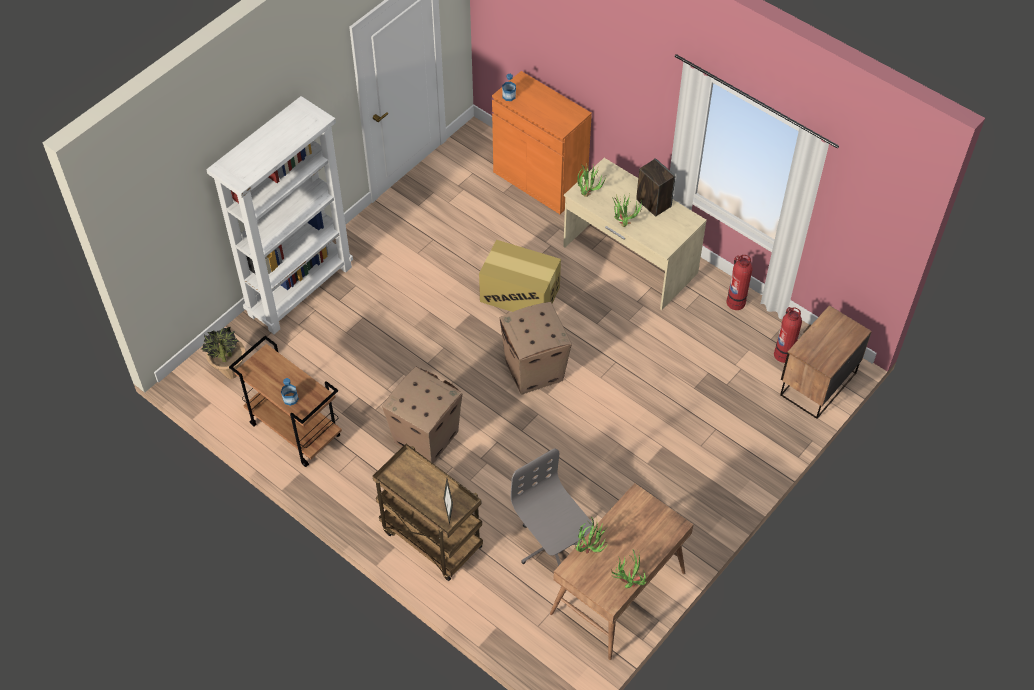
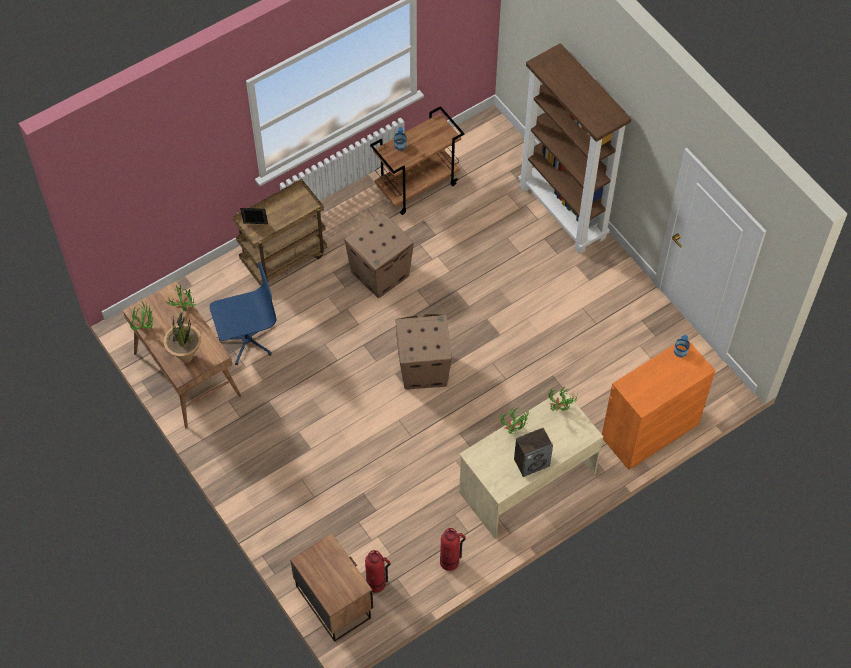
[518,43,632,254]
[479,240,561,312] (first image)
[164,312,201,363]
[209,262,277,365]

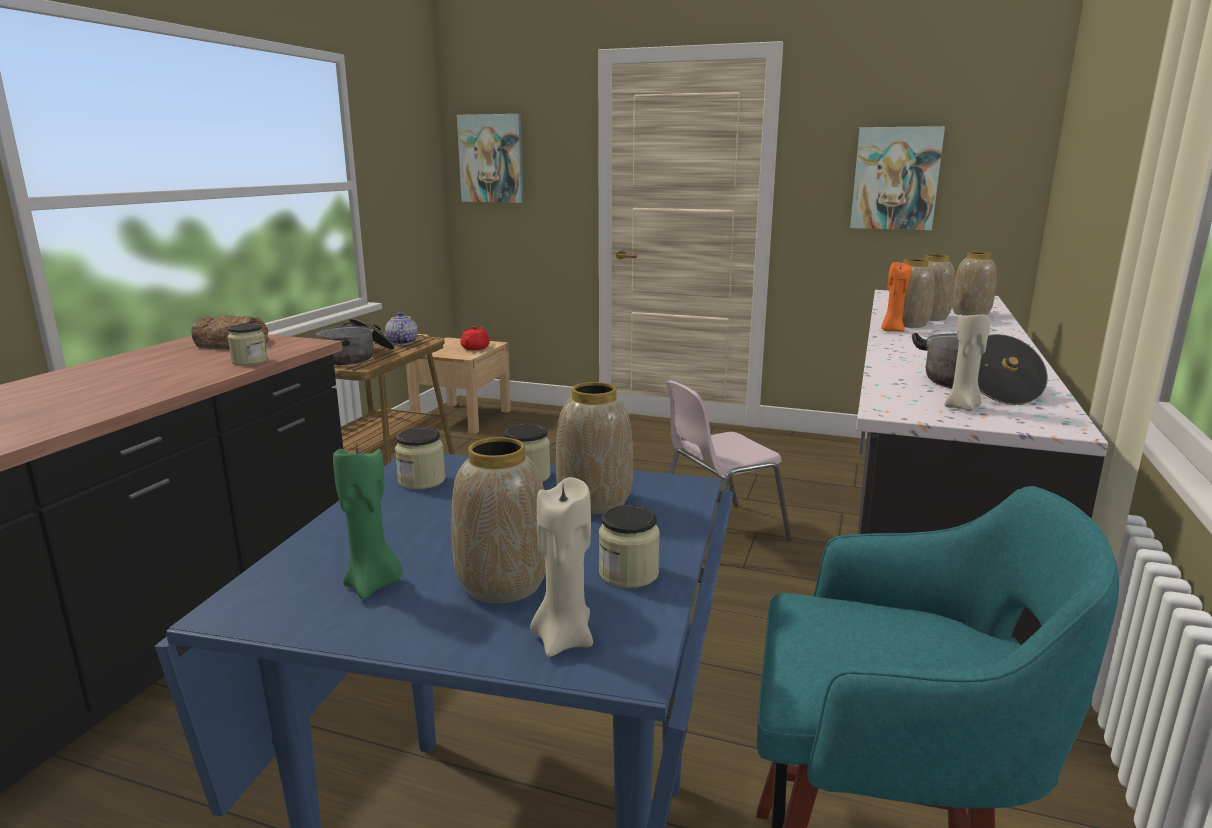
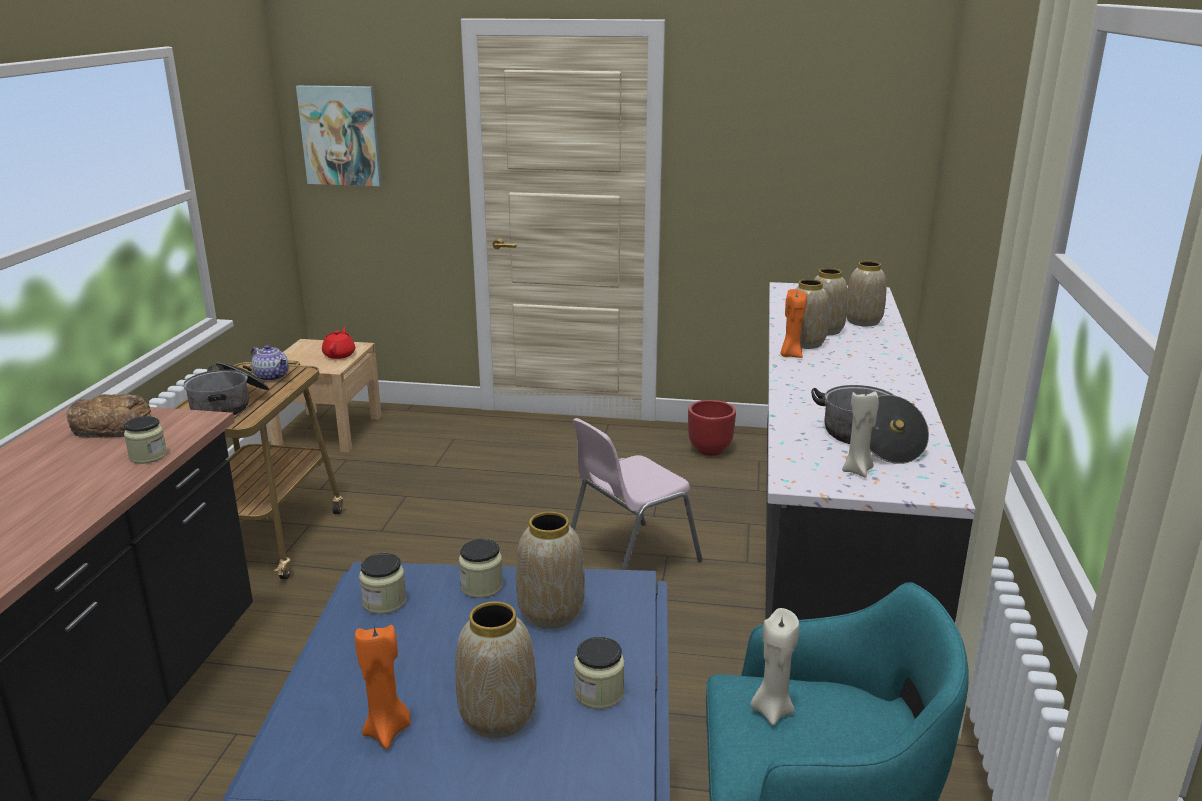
[850,126,945,230] (first image)
[251,345,289,381]
[355,625,410,749]
[750,608,799,725]
[688,400,736,456]

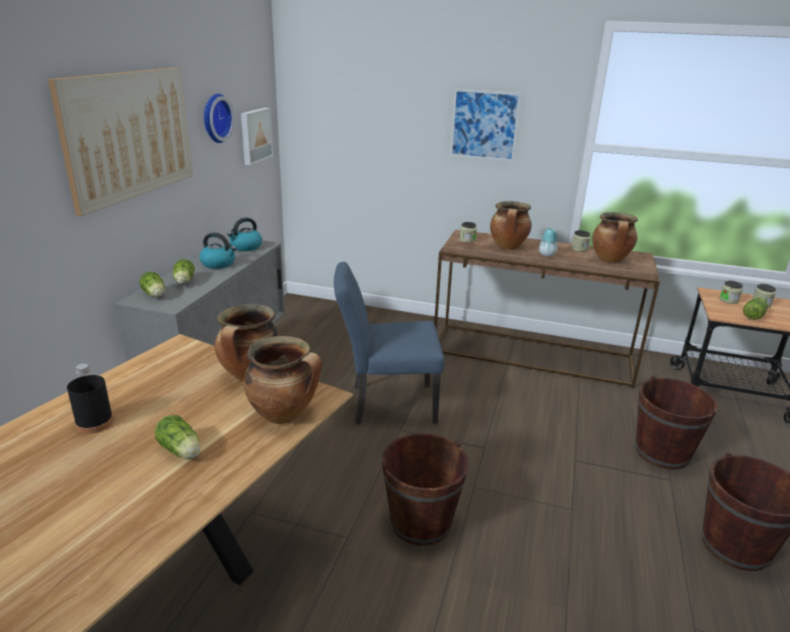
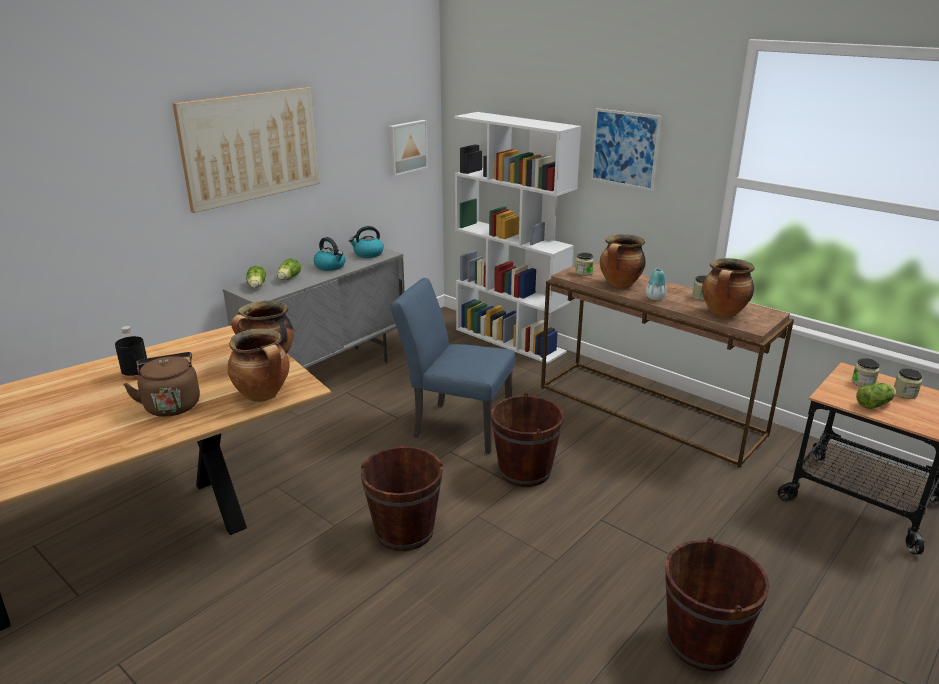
[204,94,234,143] (first image)
[491,393,564,487]
[123,352,200,417]
[454,112,581,364]

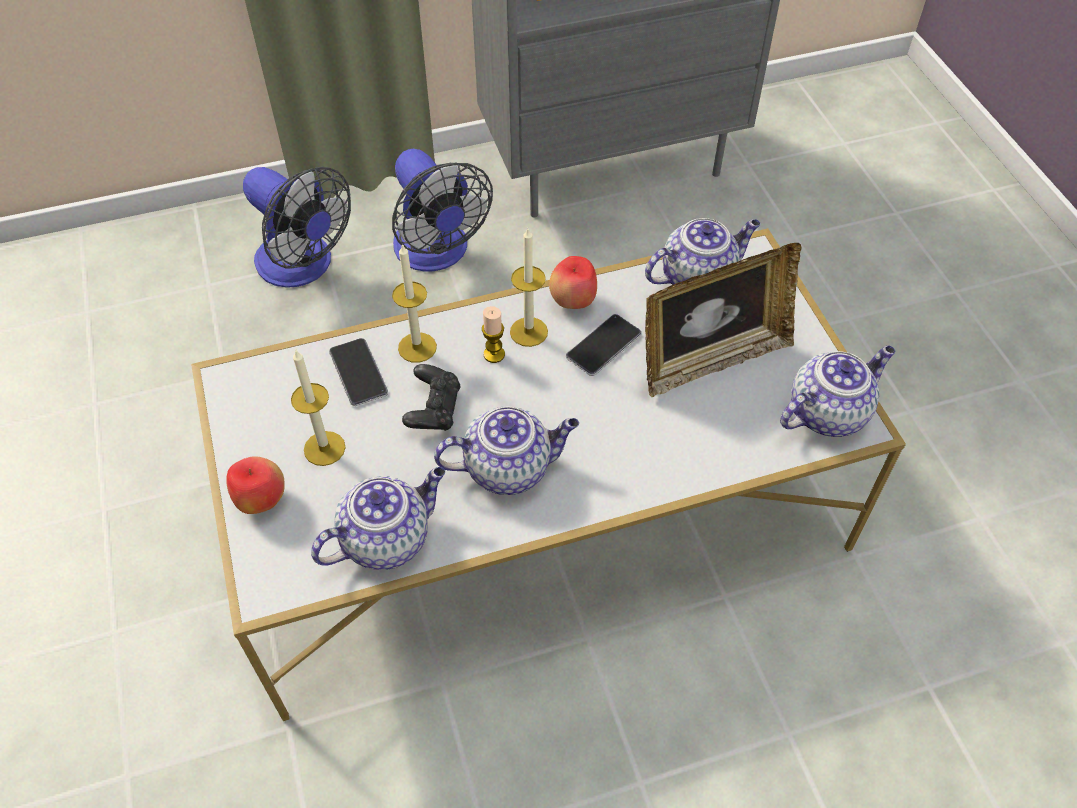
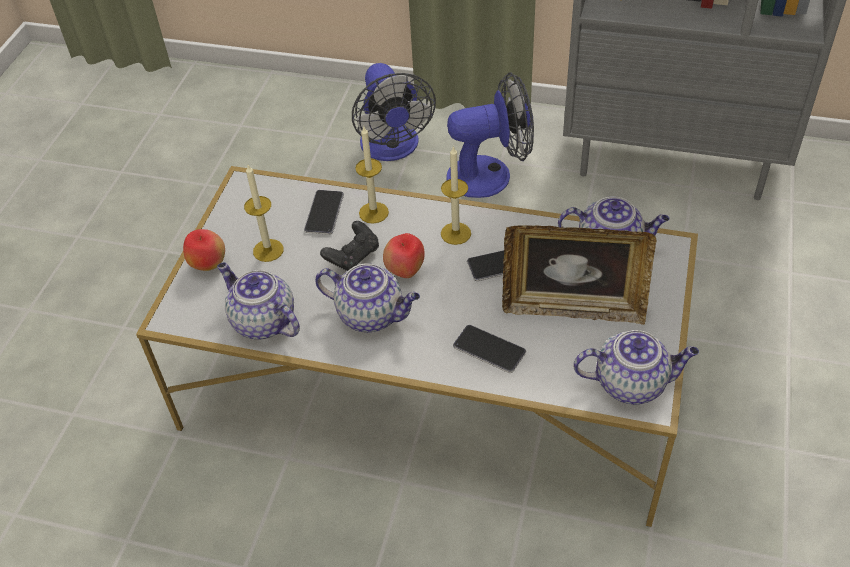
[447,72,534,198]
[383,233,425,278]
[482,306,505,363] (first image)
[217,262,300,340]
[453,325,526,373]

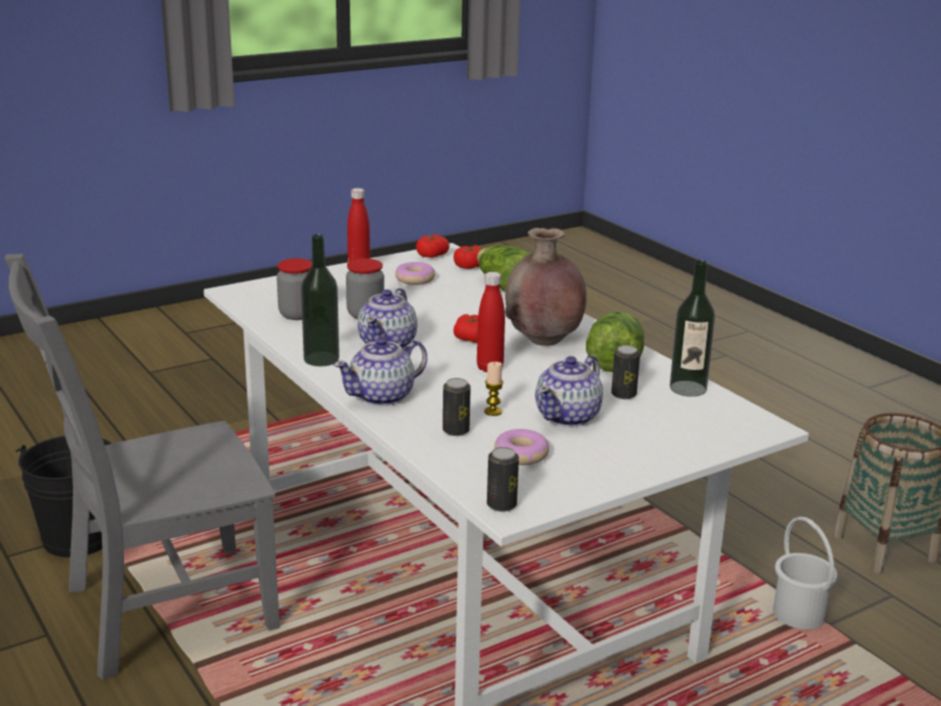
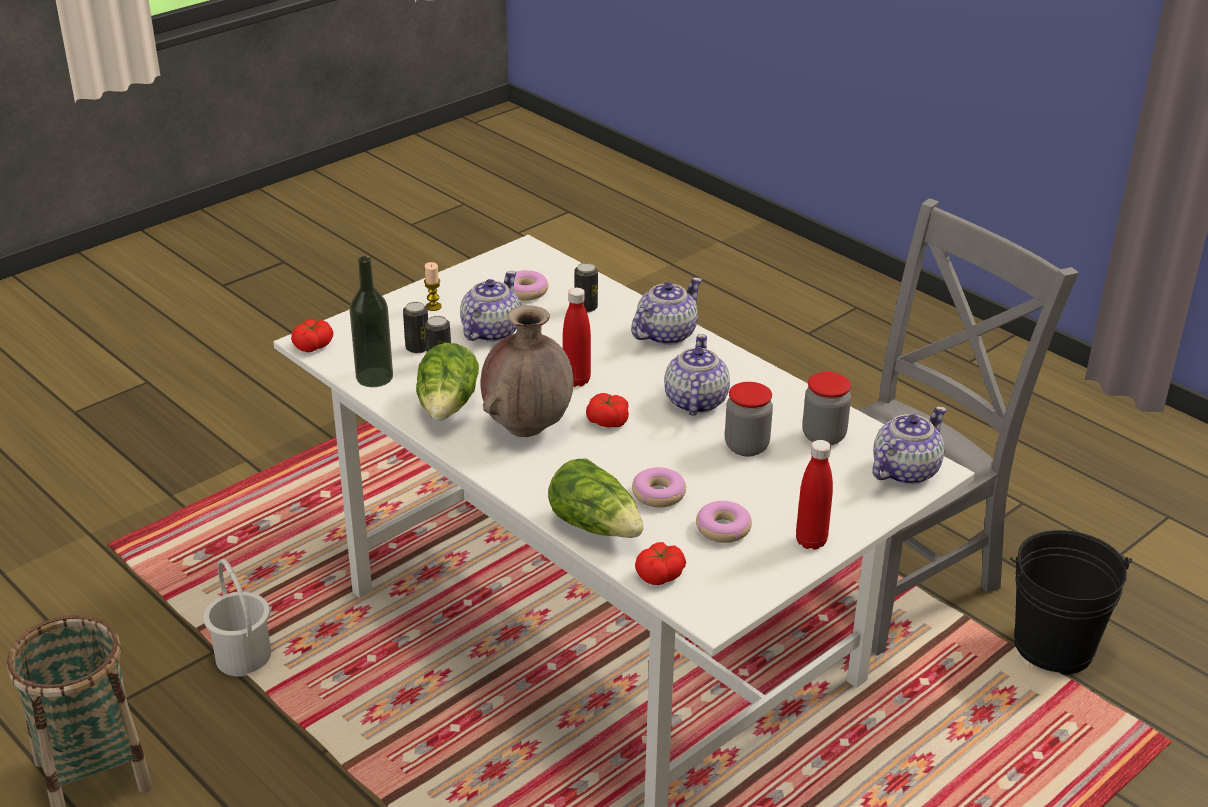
[301,234,339,367] (first image)
[291,319,333,352]
[424,262,442,311]
[403,302,428,353]
[872,406,947,485]
[632,467,686,508]

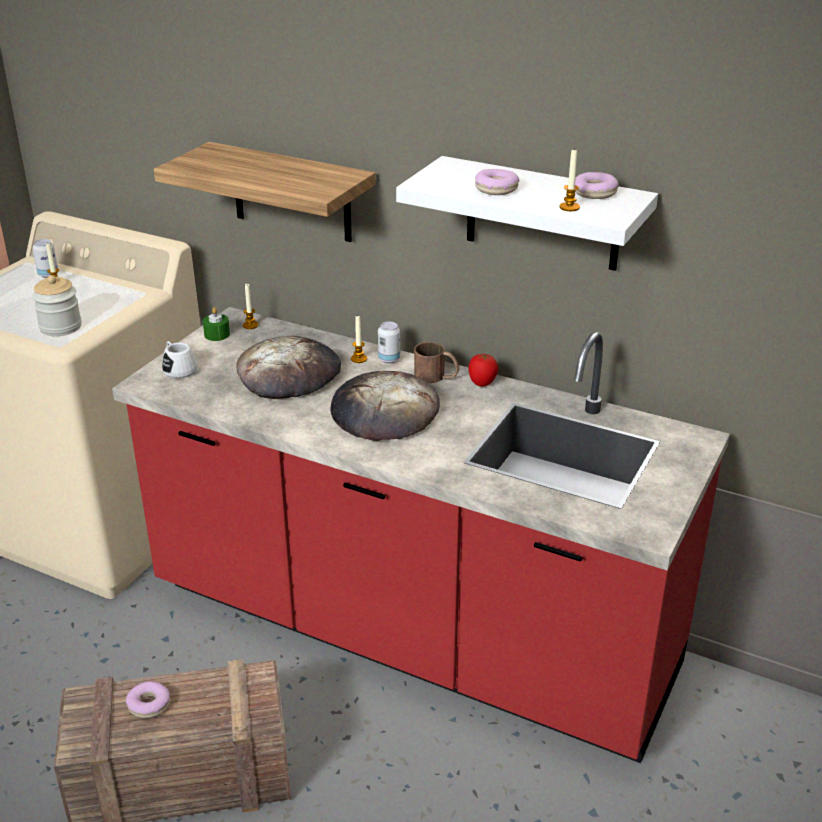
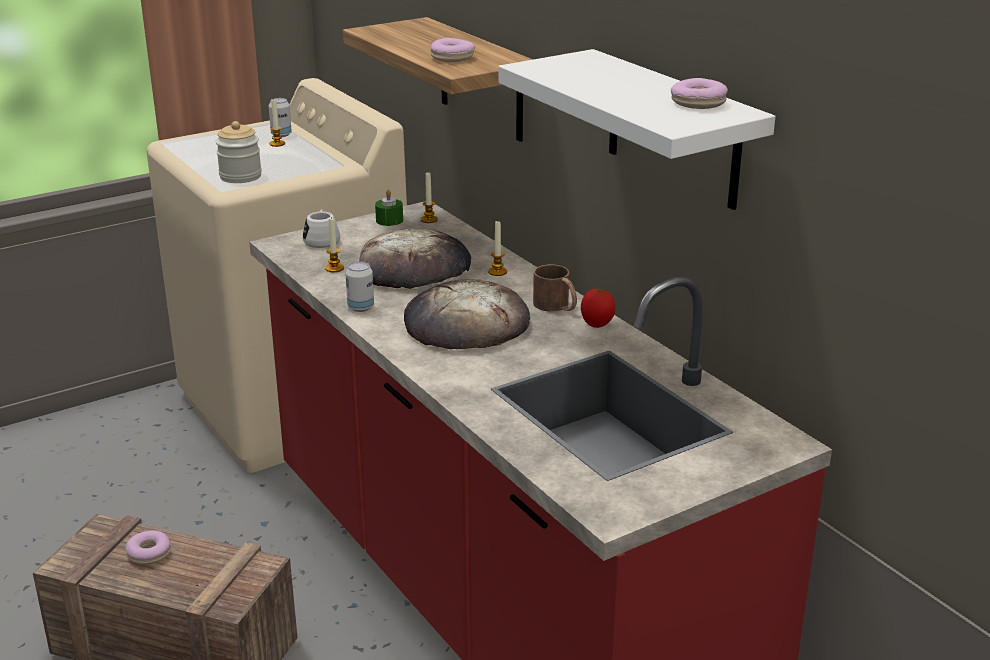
[325,217,344,272]
[430,38,475,62]
[346,261,374,312]

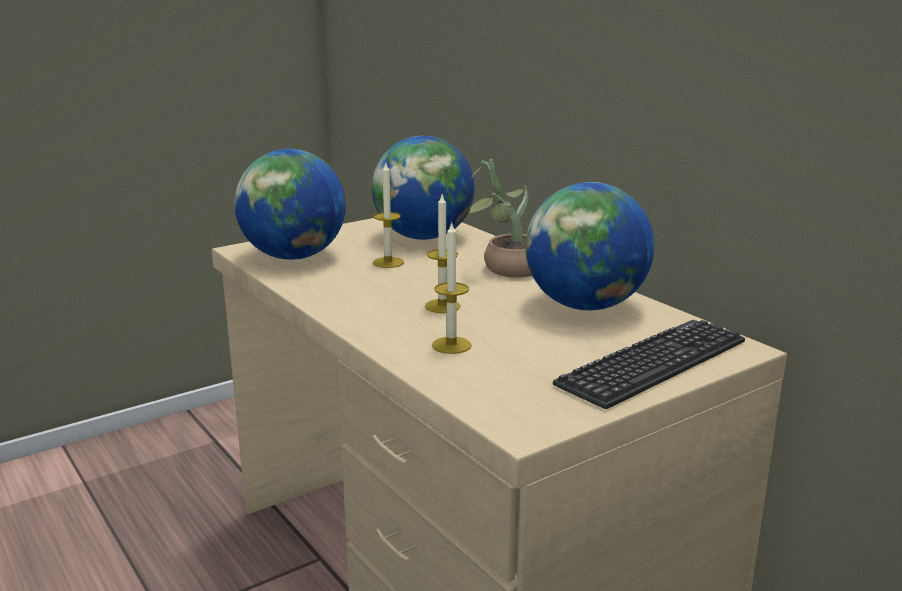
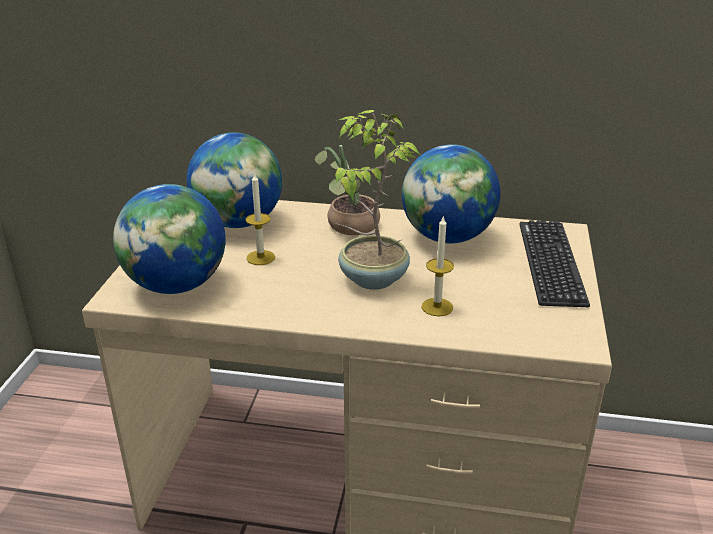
[334,110,420,290]

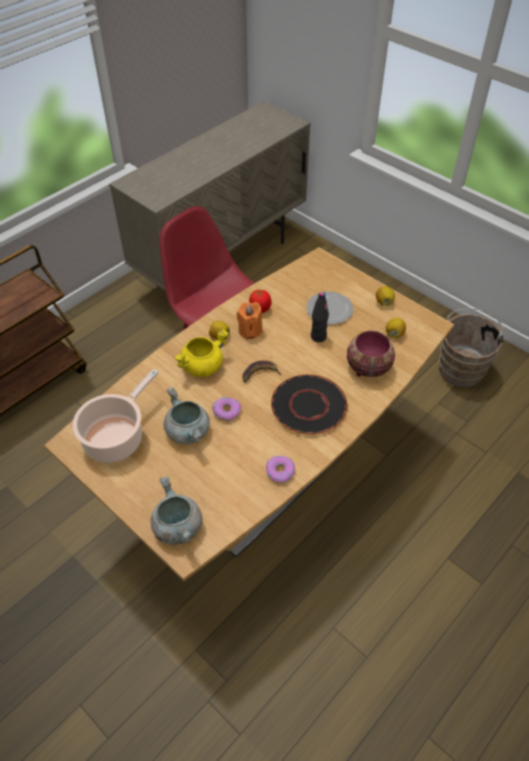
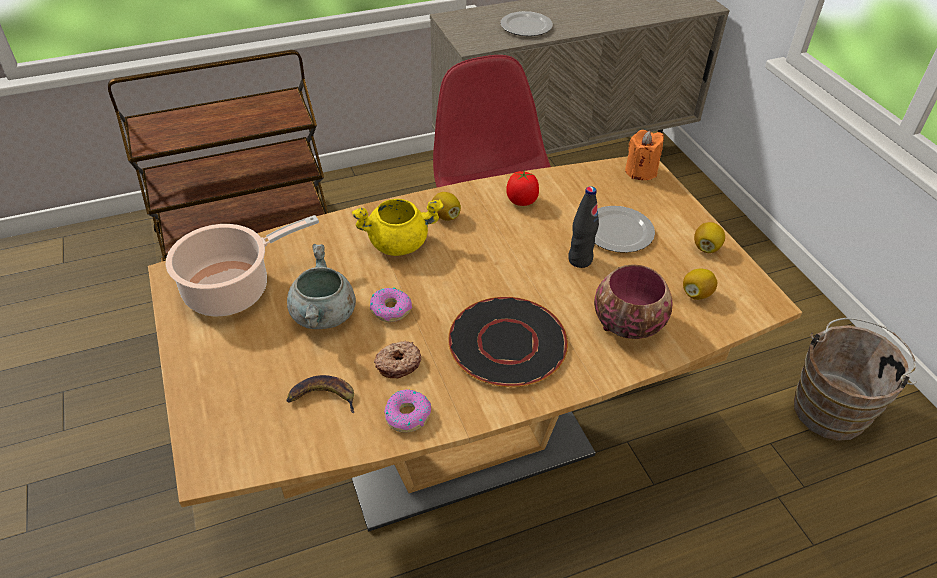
[625,130,664,180]
[287,375,354,413]
[151,476,202,545] (first image)
[500,11,553,36]
[374,341,421,378]

